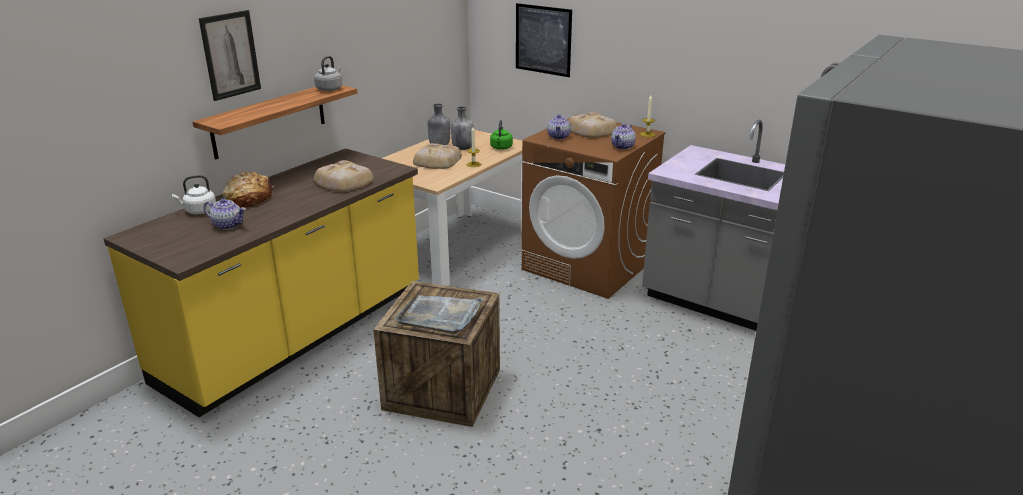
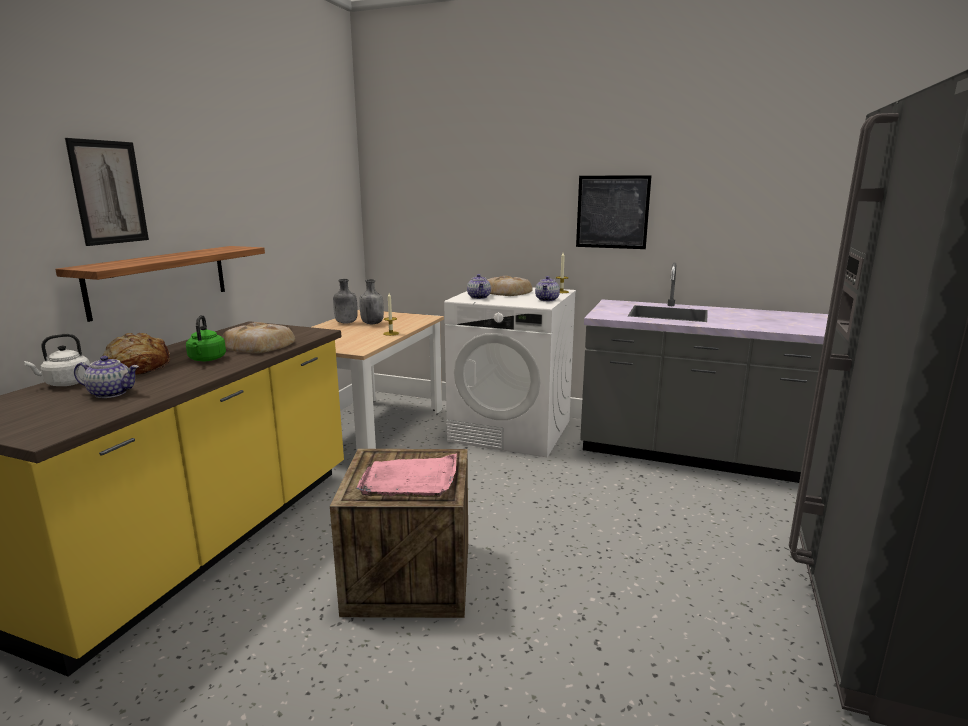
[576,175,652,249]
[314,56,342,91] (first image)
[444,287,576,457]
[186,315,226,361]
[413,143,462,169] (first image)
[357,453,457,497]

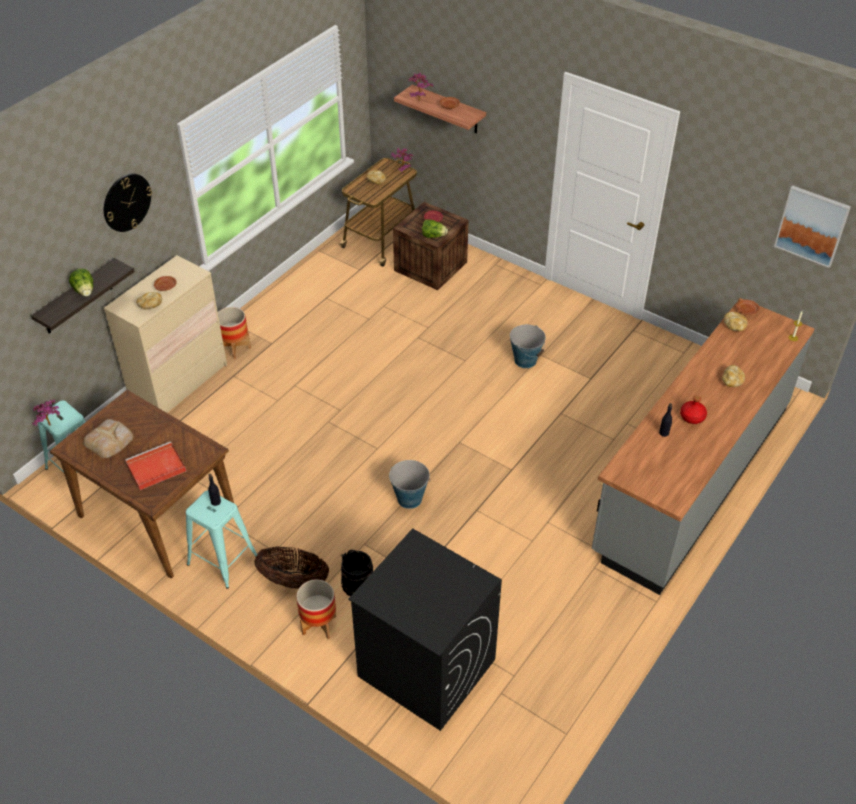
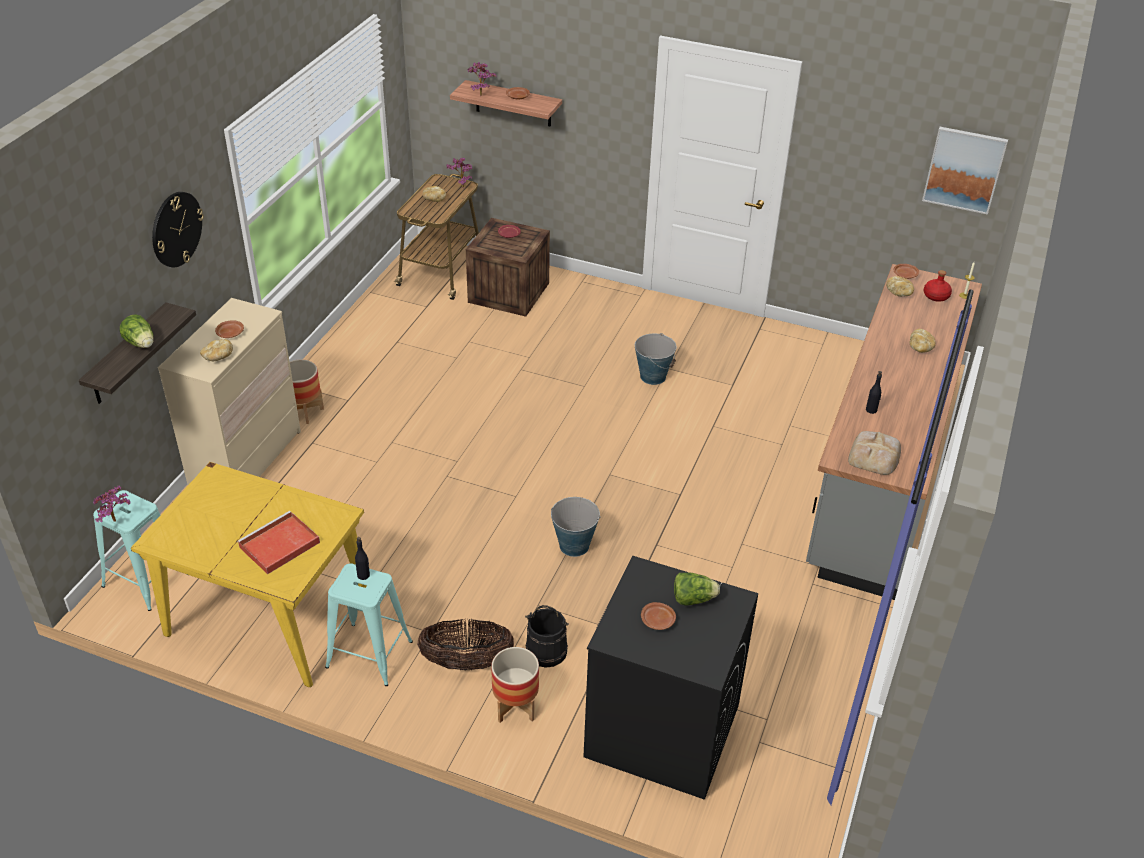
[674,573,720,606]
[131,462,367,687]
[924,270,952,302]
[848,431,901,475]
[641,602,676,630]

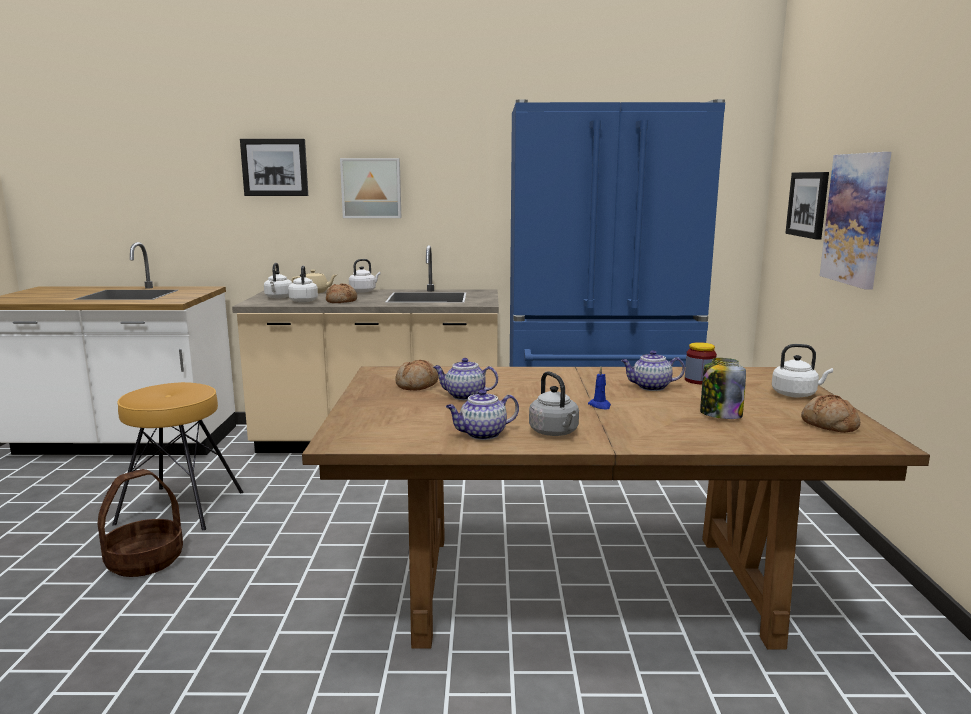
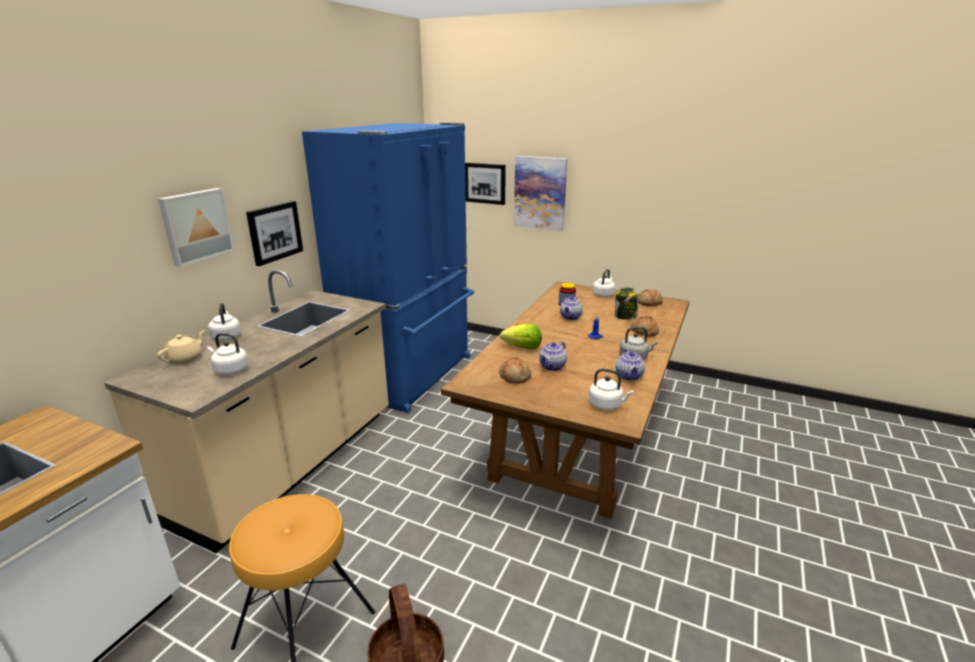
[246,201,303,266]
[589,369,633,410]
[631,316,659,337]
[500,324,542,349]

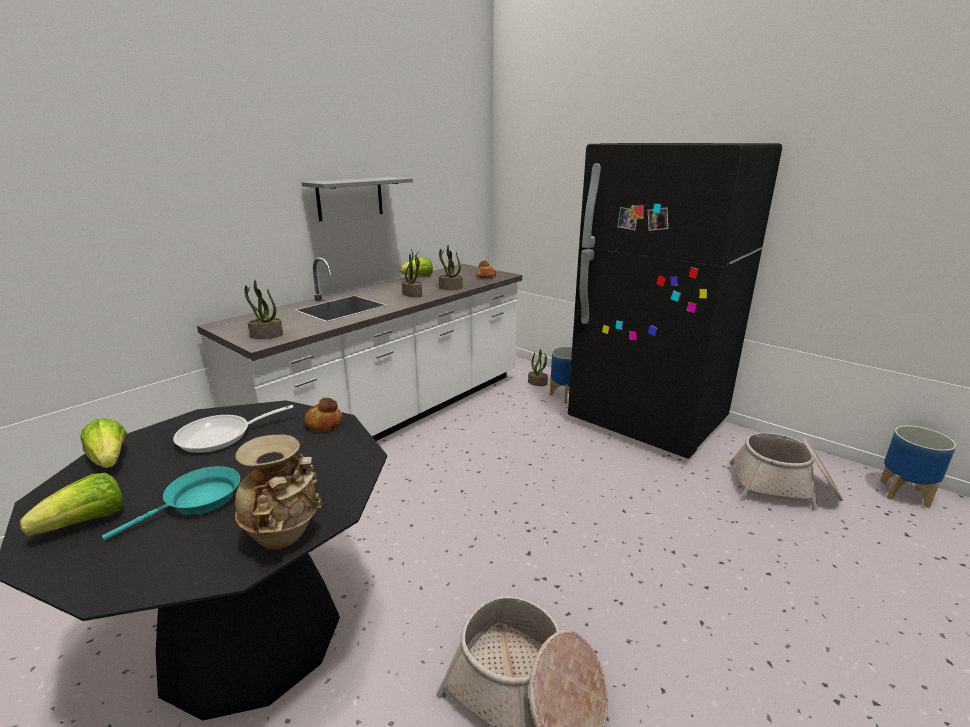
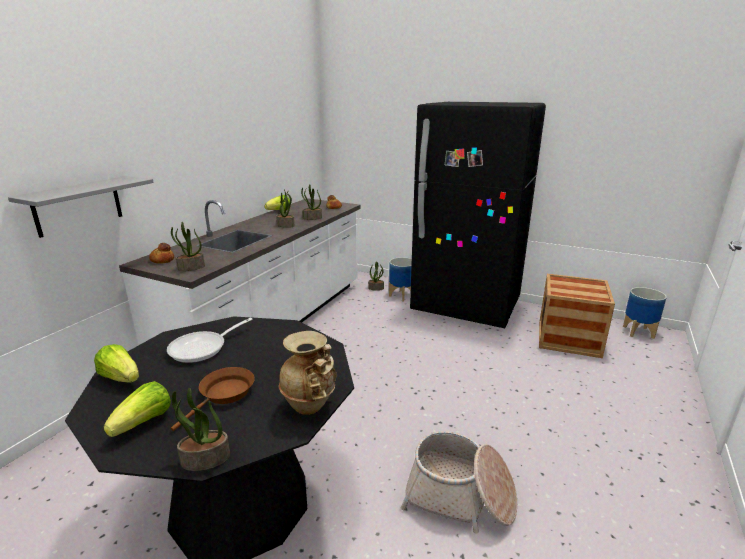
[8,176,154,238]
[149,243,174,264]
[539,274,615,358]
[171,367,255,431]
[172,388,230,471]

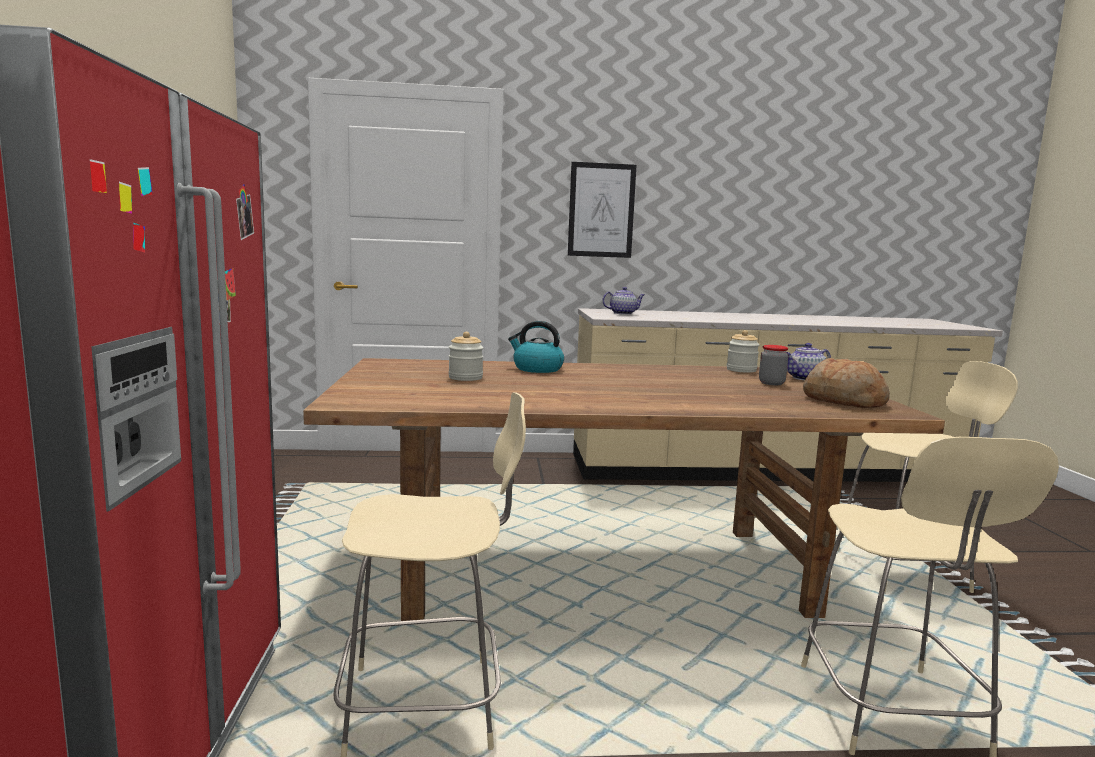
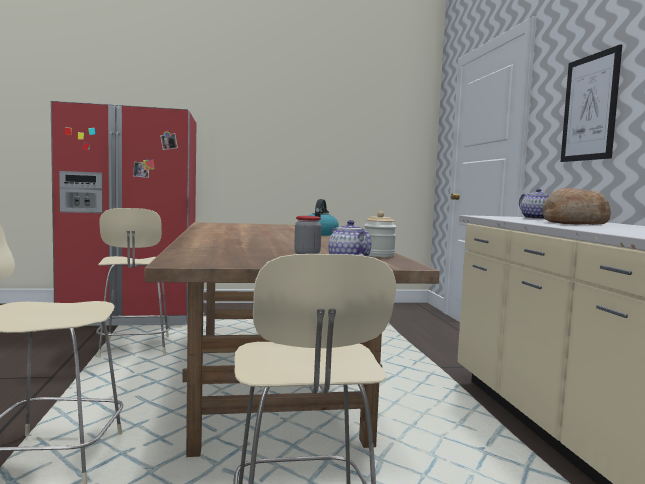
[448,332,484,381] (first image)
[542,188,611,225]

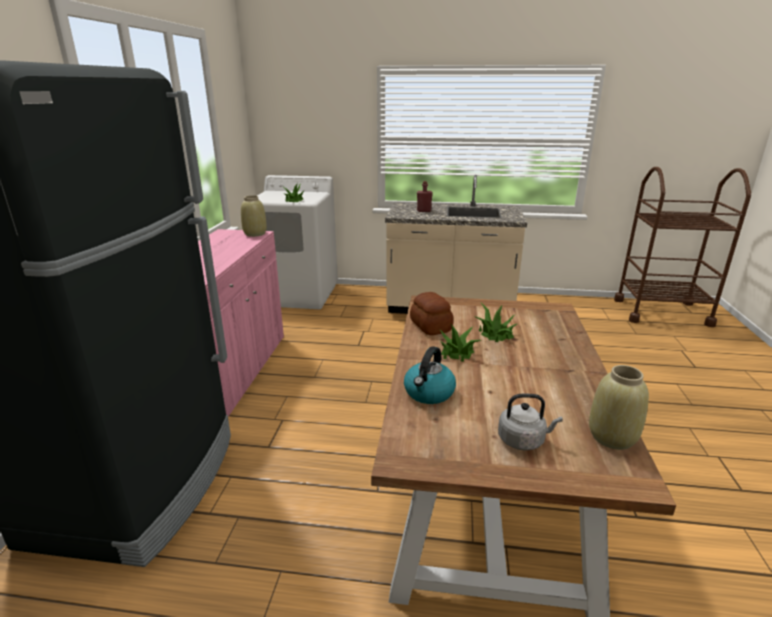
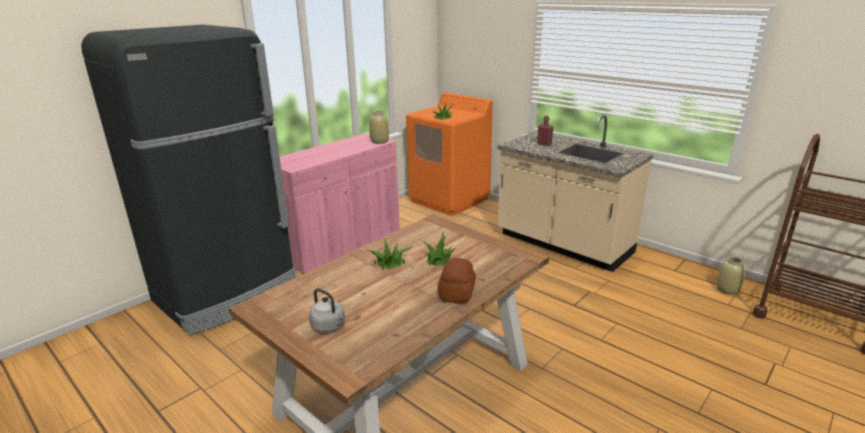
[406,93,493,216]
[438,258,476,303]
[404,346,456,404] (first image)
[716,257,745,295]

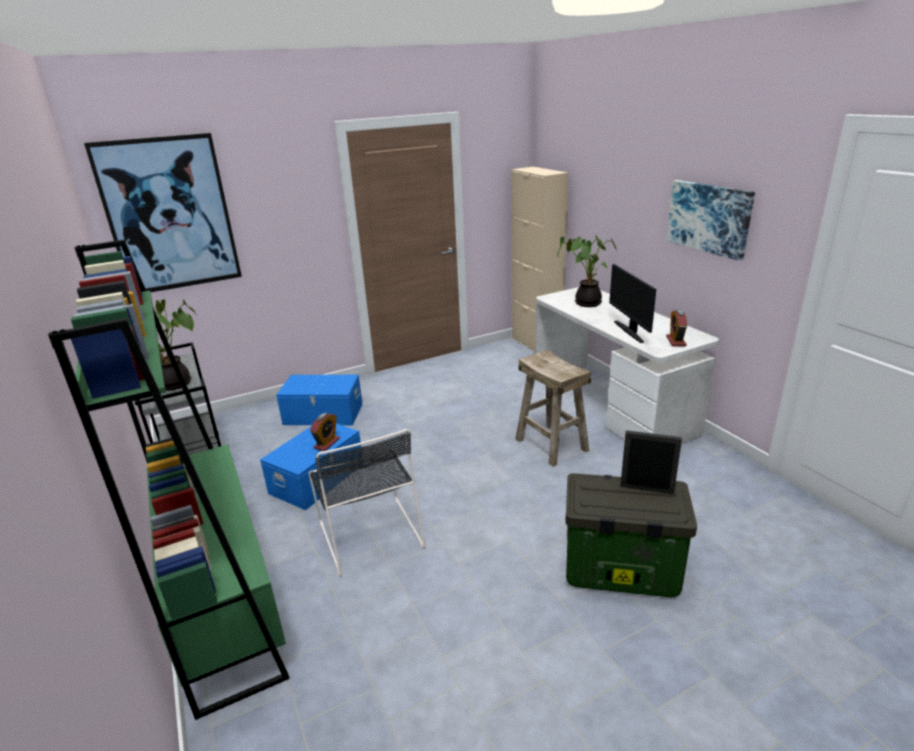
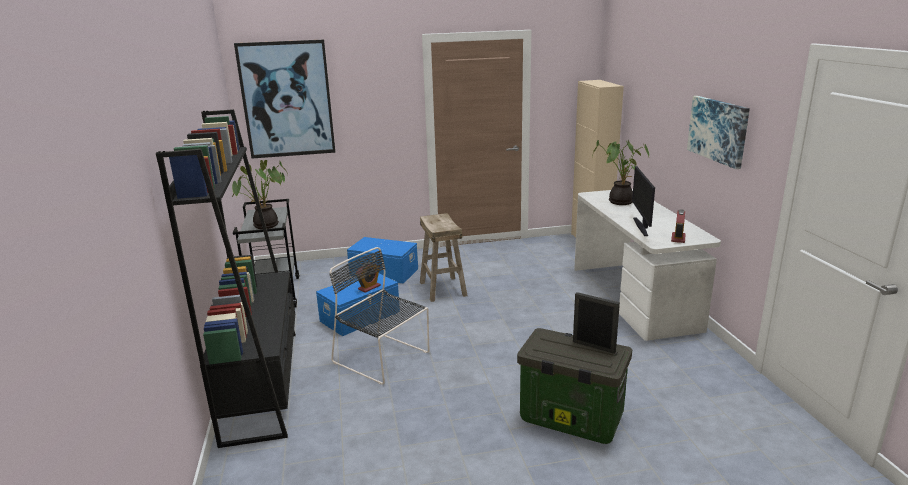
[156,109,296,448]
[420,213,467,302]
[330,247,429,385]

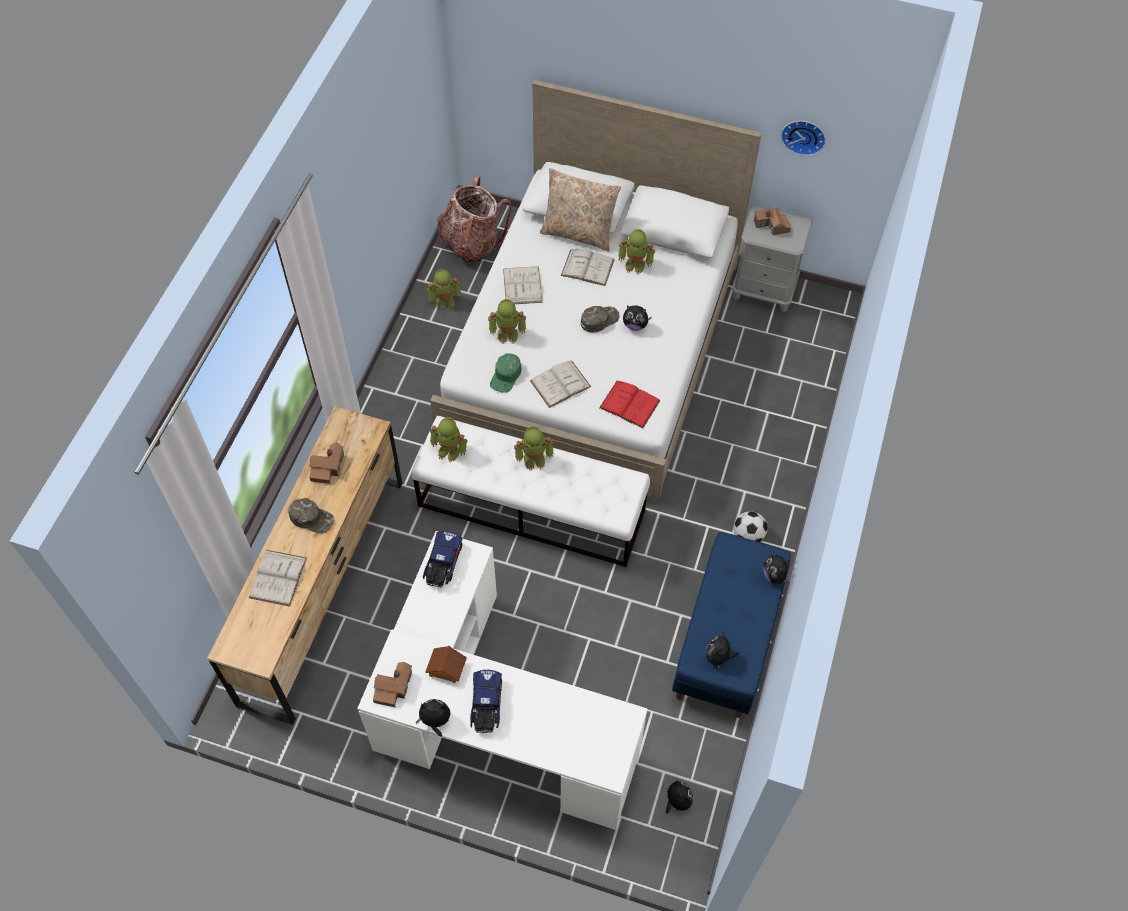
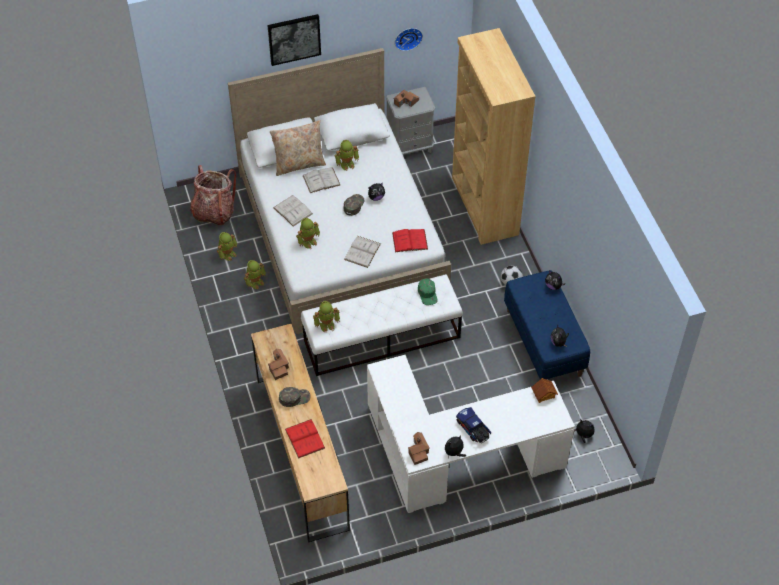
[418,278,438,305]
[244,260,266,289]
[423,531,463,587] (first image)
[285,419,325,459]
[531,378,558,403]
[267,14,321,66]
[452,28,535,245]

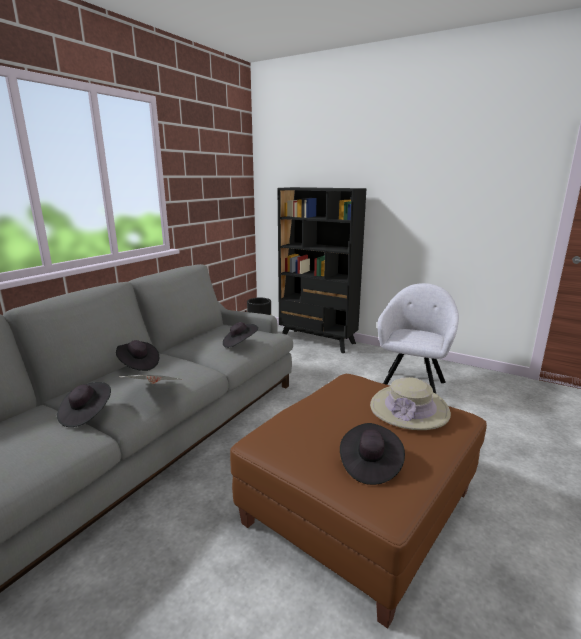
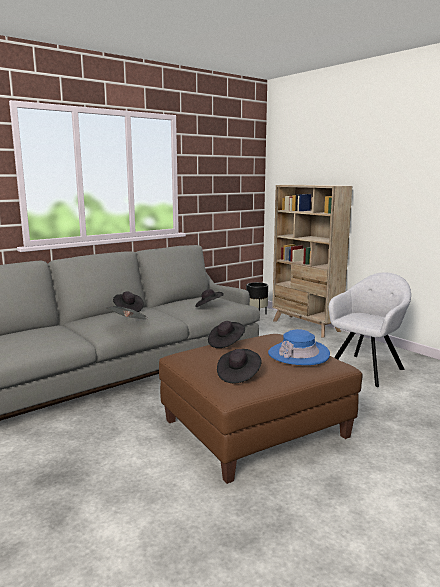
[272,185,352,337]
[268,329,330,365]
[208,321,245,348]

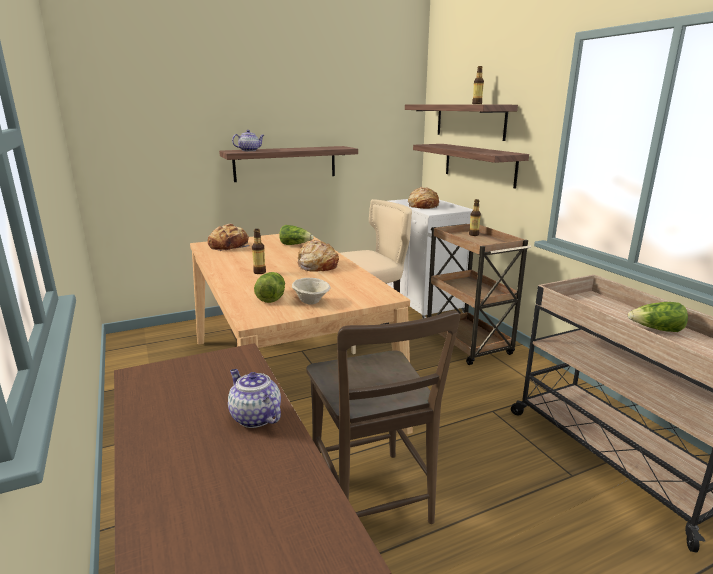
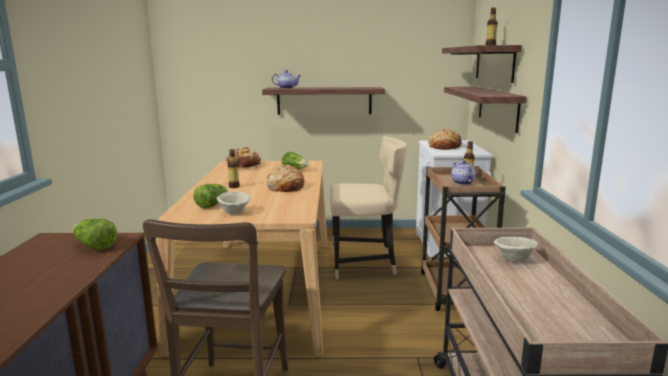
[73,219,117,251]
[451,160,476,185]
[494,237,538,262]

